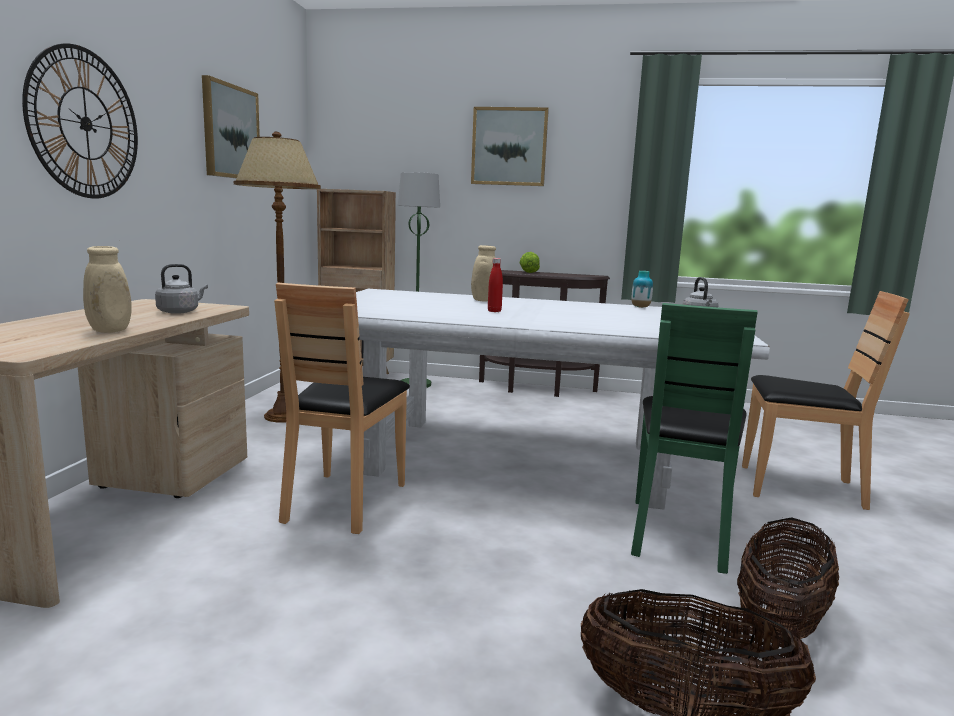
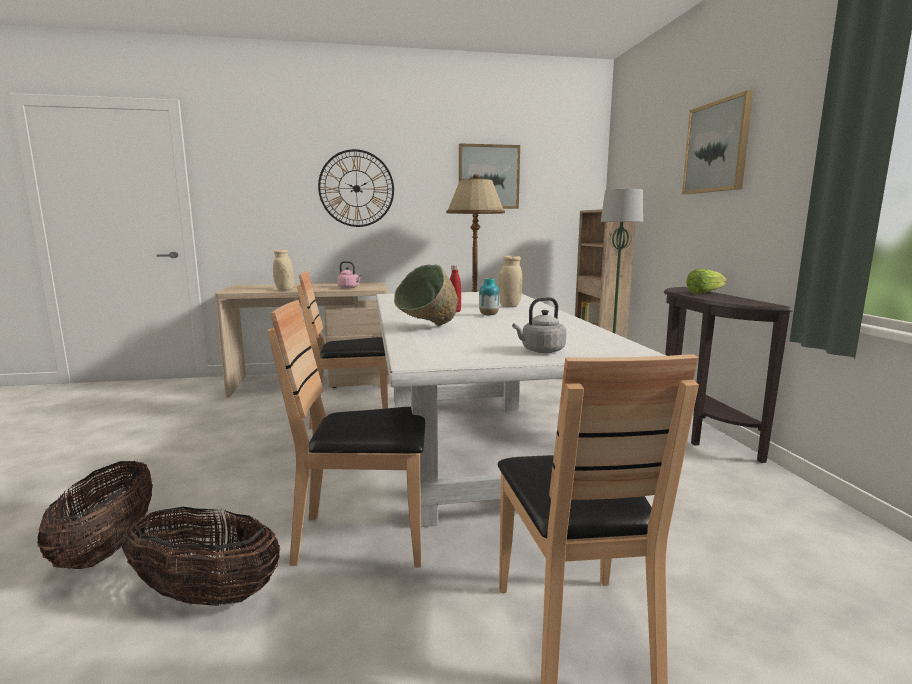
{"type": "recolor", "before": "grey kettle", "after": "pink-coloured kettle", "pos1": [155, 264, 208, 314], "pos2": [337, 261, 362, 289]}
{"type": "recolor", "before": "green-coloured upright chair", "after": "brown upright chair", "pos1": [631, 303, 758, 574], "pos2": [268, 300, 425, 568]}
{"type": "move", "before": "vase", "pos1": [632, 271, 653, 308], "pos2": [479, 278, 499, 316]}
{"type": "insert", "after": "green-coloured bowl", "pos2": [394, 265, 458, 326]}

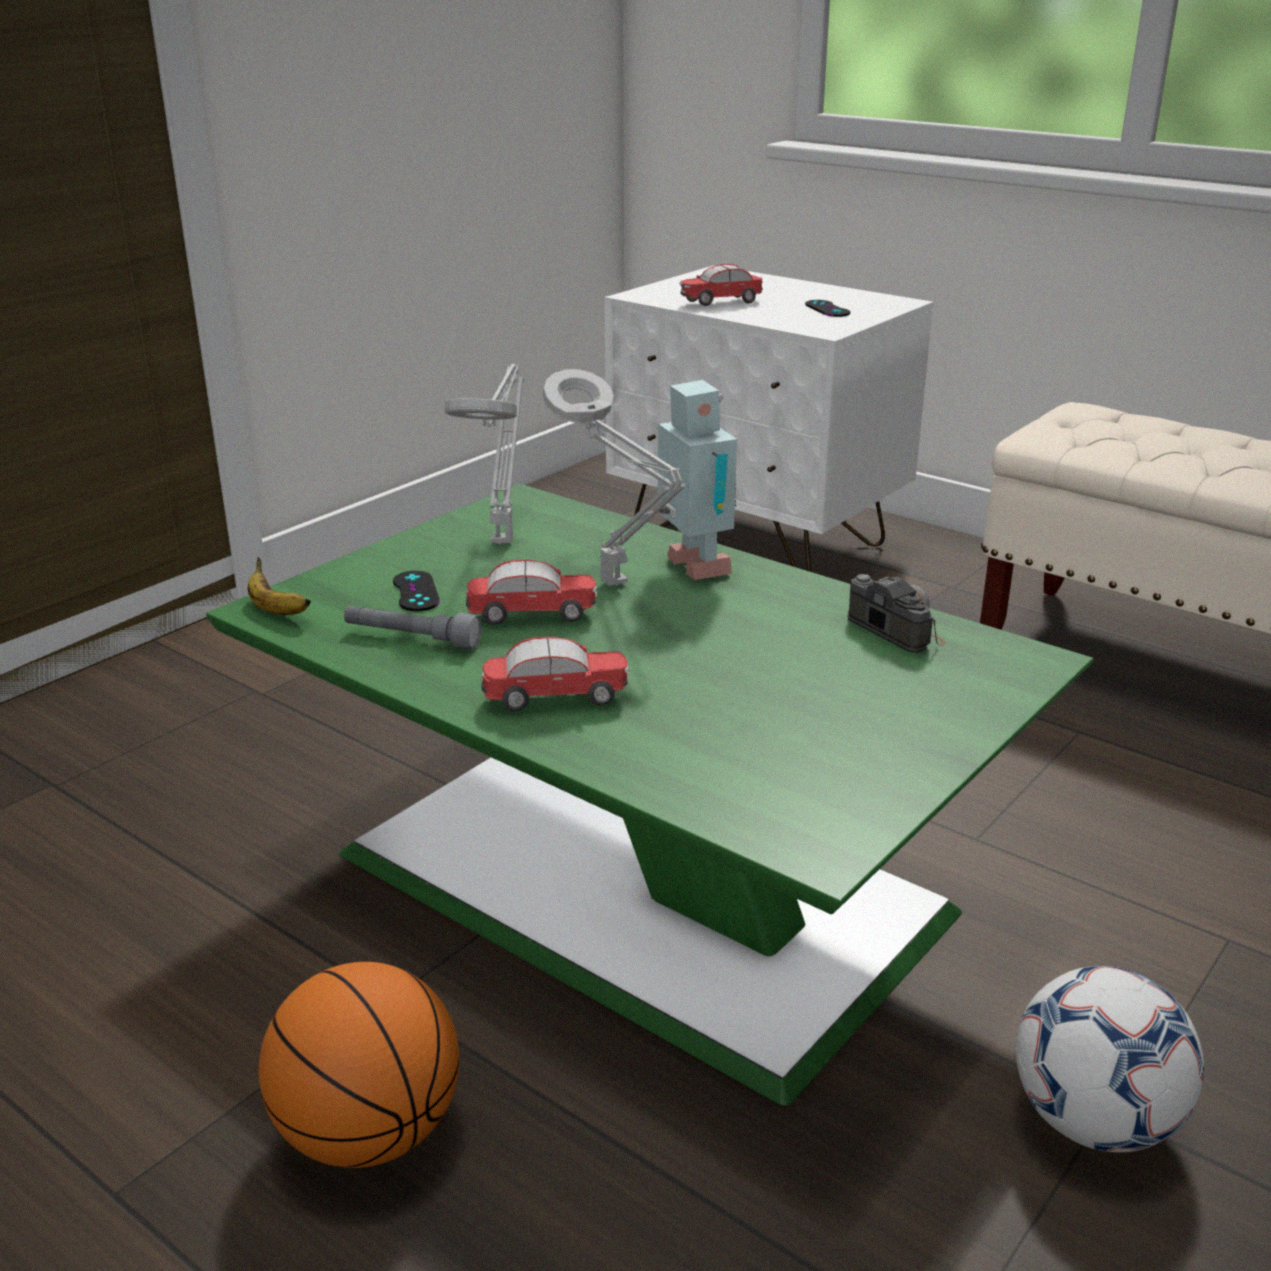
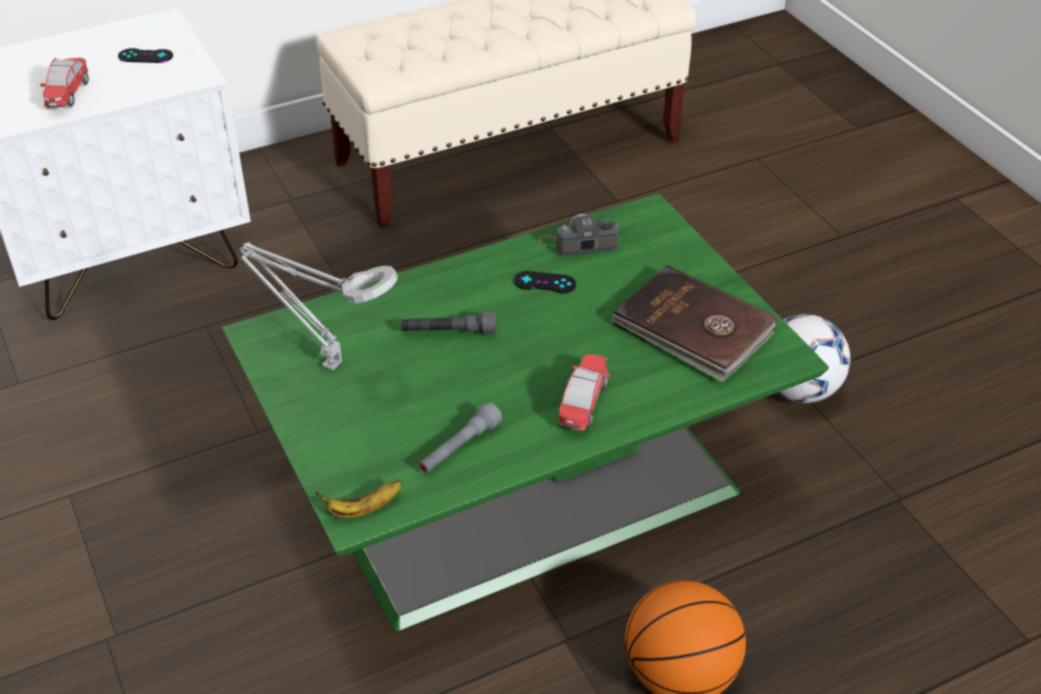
{"type": "move", "before": "black-coloured game controller", "pos1": [393, 571, 440, 611], "pos2": [514, 271, 576, 294]}
{"type": "delete", "before": "model car", "pos1": [466, 560, 597, 625]}
{"type": "replace", "before": "grey tabletop lamp", "after": "grey flashlight", "pos1": [542, 369, 685, 586], "pos2": [401, 311, 495, 334]}
{"type": "delete", "before": "robot figure", "pos1": [658, 380, 737, 580]}
{"type": "insert", "after": "brown bound book", "pos2": [611, 265, 777, 382]}

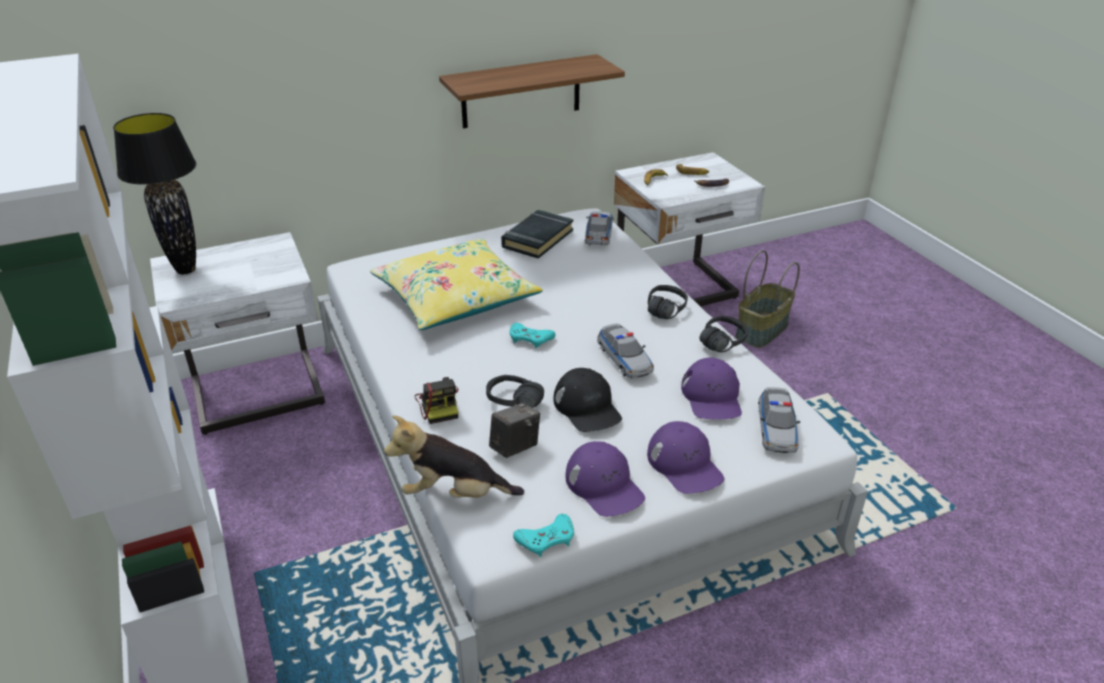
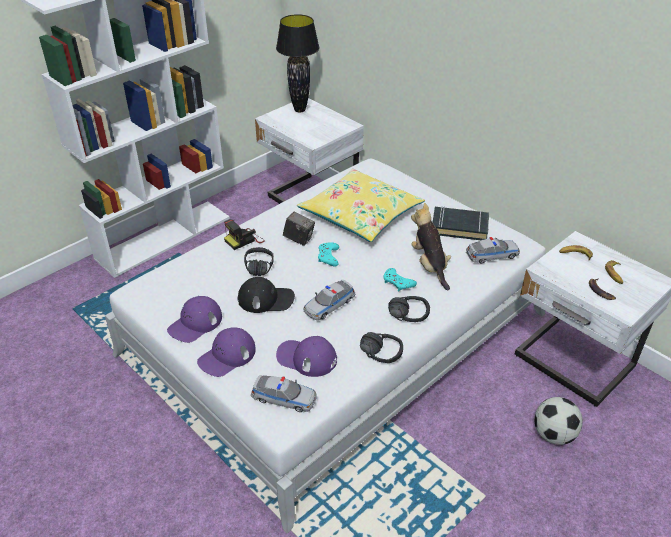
{"type": "move", "before": "cuddly toy", "pos1": [384, 415, 524, 498], "pos2": [411, 203, 451, 291]}
{"type": "delete", "before": "shelf", "pos1": [439, 54, 625, 129]}
{"type": "move", "before": "still camera", "pos1": [489, 403, 540, 458], "pos2": [283, 212, 315, 246]}
{"type": "move", "before": "turquoise game controller", "pos1": [513, 514, 574, 557], "pos2": [383, 268, 417, 291]}
{"type": "rotate", "before": "black-coloured baseball cap", "pos1": [554, 368, 622, 432], "pos2": [238, 276, 295, 313], "turn": -135}
{"type": "rotate", "before": "purple baseball cap", "pos1": [681, 357, 742, 419], "pos2": [276, 336, 337, 377], "turn": 45}
{"type": "replace", "before": "household basket", "after": "ball for football", "pos1": [736, 250, 800, 348], "pos2": [534, 397, 583, 445]}
{"type": "rotate", "before": "model car", "pos1": [758, 387, 800, 453], "pos2": [251, 375, 317, 412], "turn": -150}

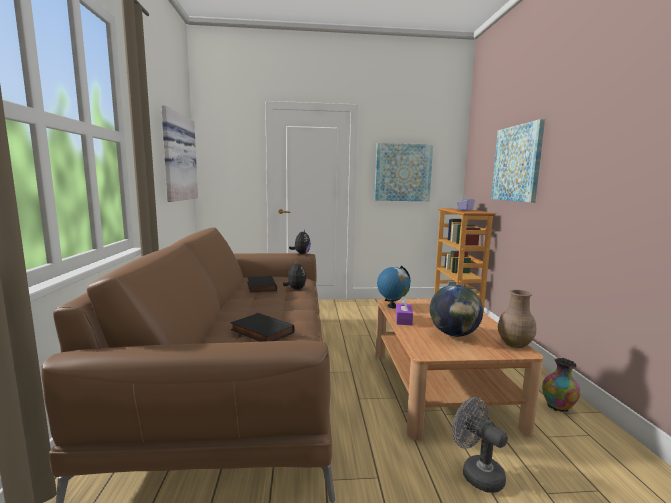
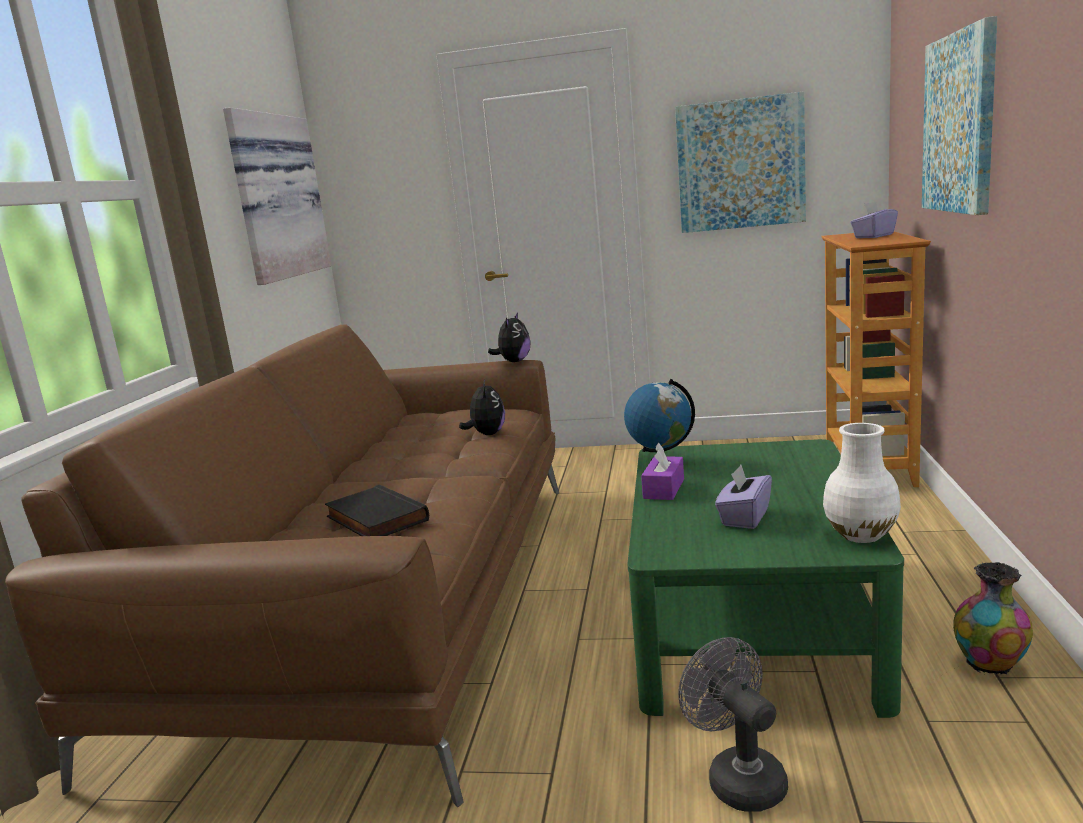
{"type": "delete", "before": "black-coloured bound book", "pos1": [247, 275, 277, 293]}
{"type": "recolor", "before": "brown low table", "after": "green-coloured low table", "pos1": [376, 299, 544, 440], "pos2": [627, 439, 904, 718]}
{"type": "replace", "before": "desk globe", "after": "purple box of tissues", "pos1": [430, 285, 483, 337], "pos2": [715, 465, 772, 529]}
{"type": "recolor", "before": "brown vase", "after": "white vase", "pos1": [498, 290, 536, 348], "pos2": [823, 423, 901, 543]}

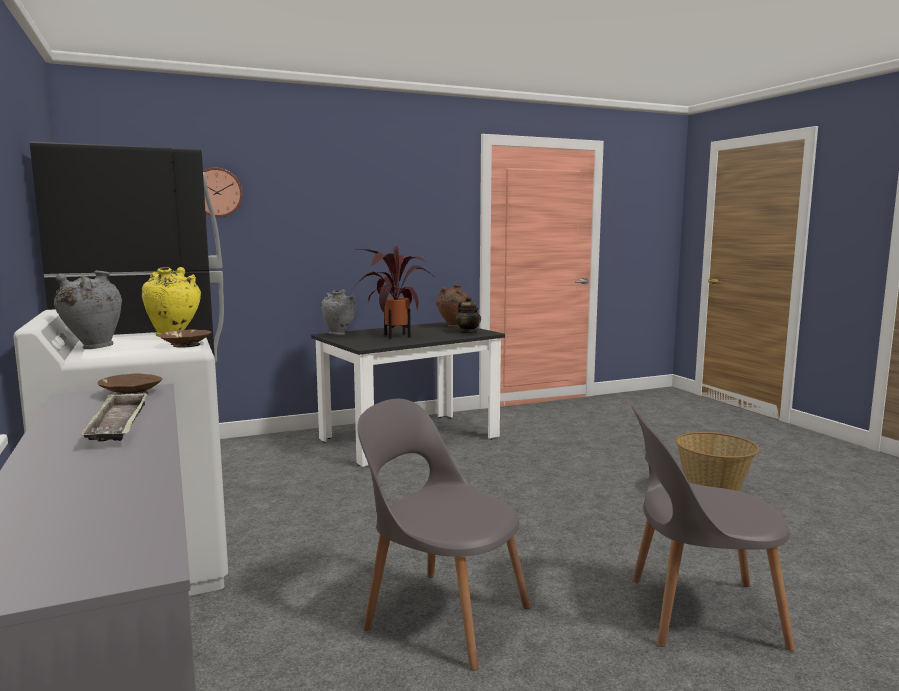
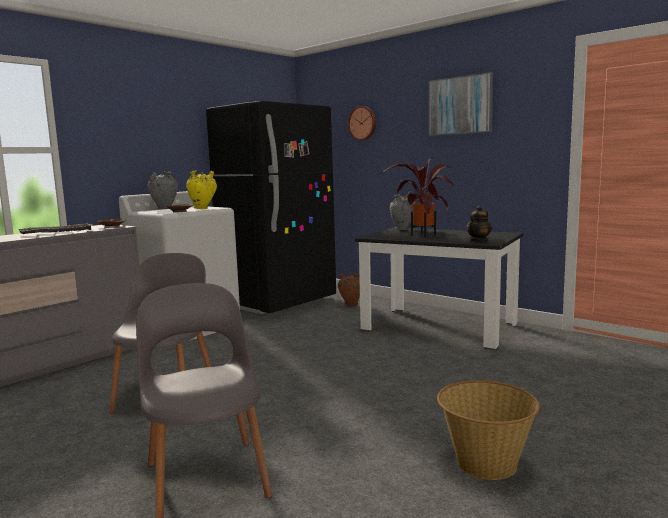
{"type": "move", "before": "brown vase", "pos1": [436, 285, 467, 327], "pos2": [338, 273, 360, 306]}
{"type": "insert", "after": "picture", "pos2": [429, 72, 493, 136]}

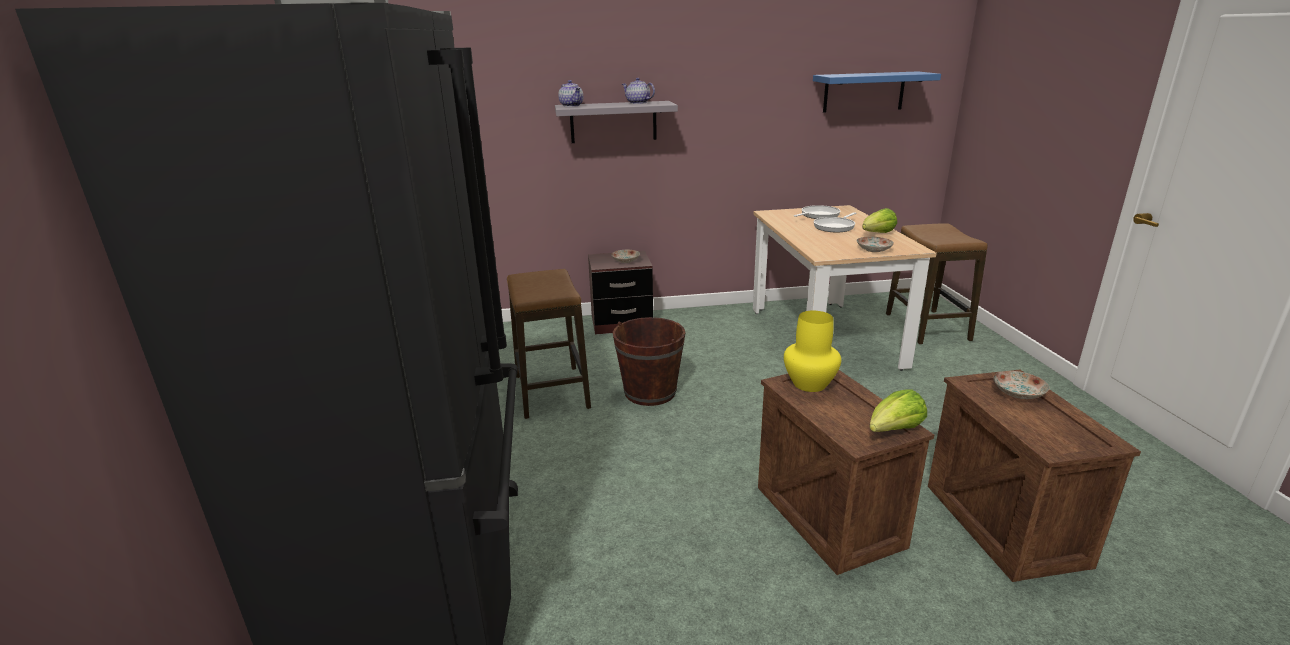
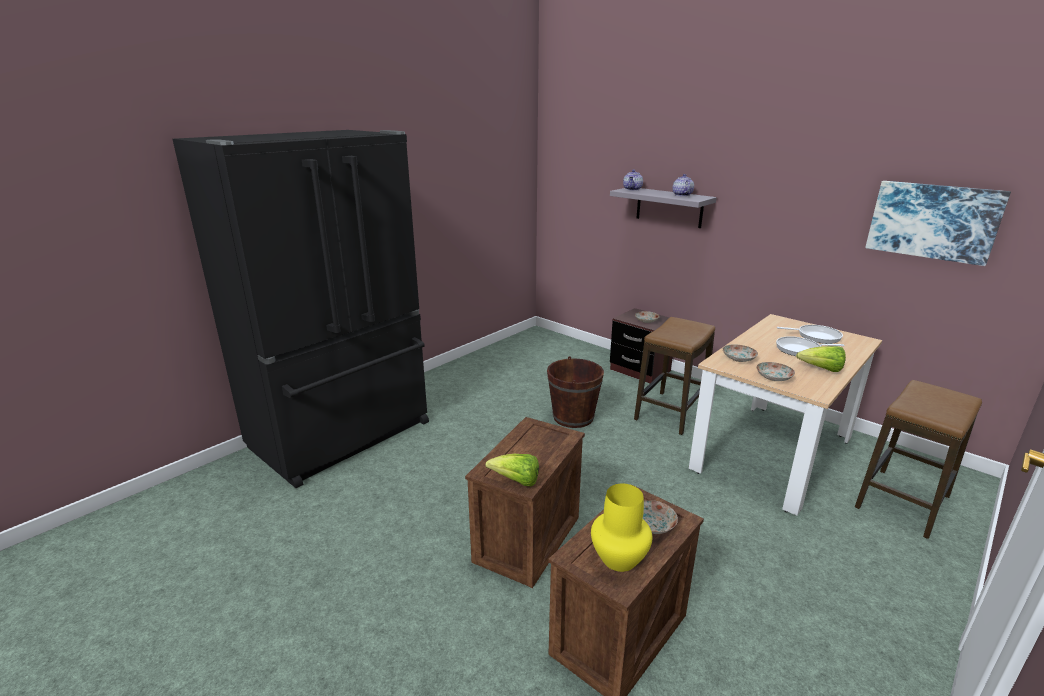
{"type": "move", "before": "stool", "pos1": [507, 269, 591, 419], "pos2": [634, 317, 715, 435]}
{"type": "move", "before": "yellow-coloured vase", "pos1": [784, 311, 841, 392], "pos2": [591, 483, 652, 572]}
{"type": "replace", "before": "bluish shelf", "after": "picture", "pos1": [813, 71, 941, 113], "pos2": [865, 181, 1011, 266]}
{"type": "insert", "after": "dinner plate", "pos2": [723, 344, 758, 362]}

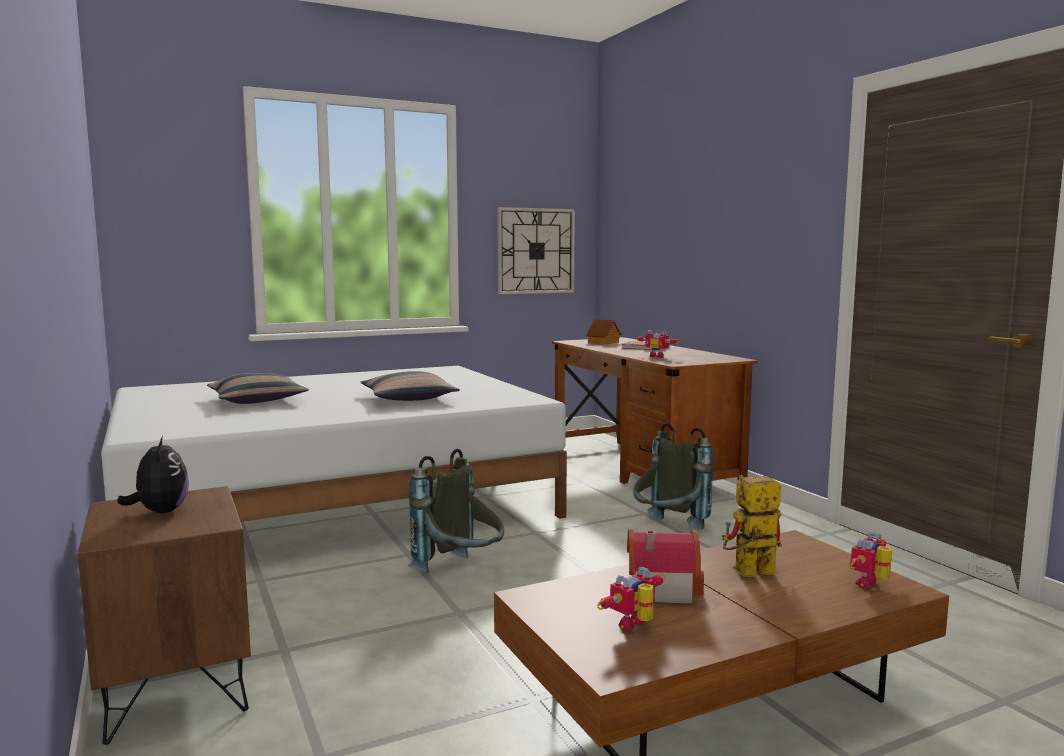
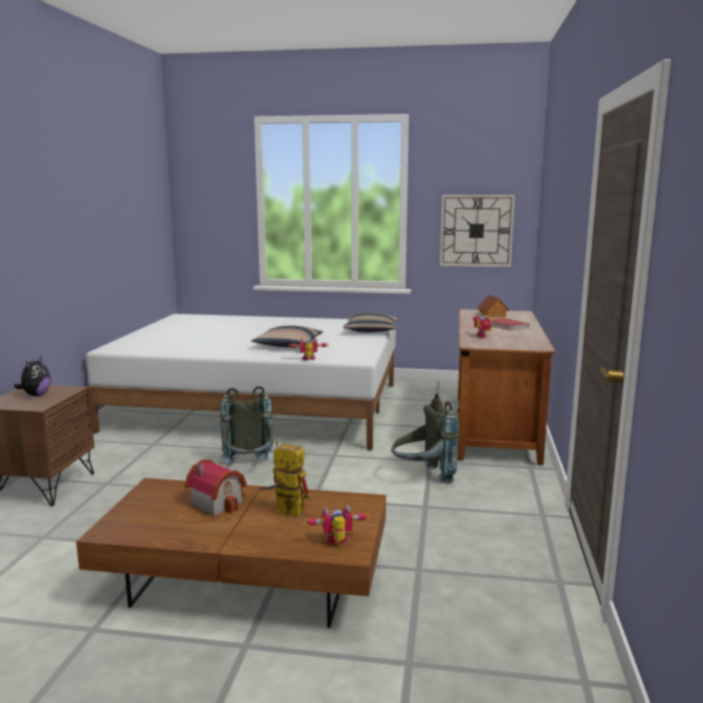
{"type": "move", "before": "pillow", "pos1": [207, 373, 309, 404], "pos2": [343, 313, 398, 332]}
{"type": "move", "before": "robot figure", "pos1": [597, 567, 665, 630], "pos2": [288, 337, 329, 360]}

